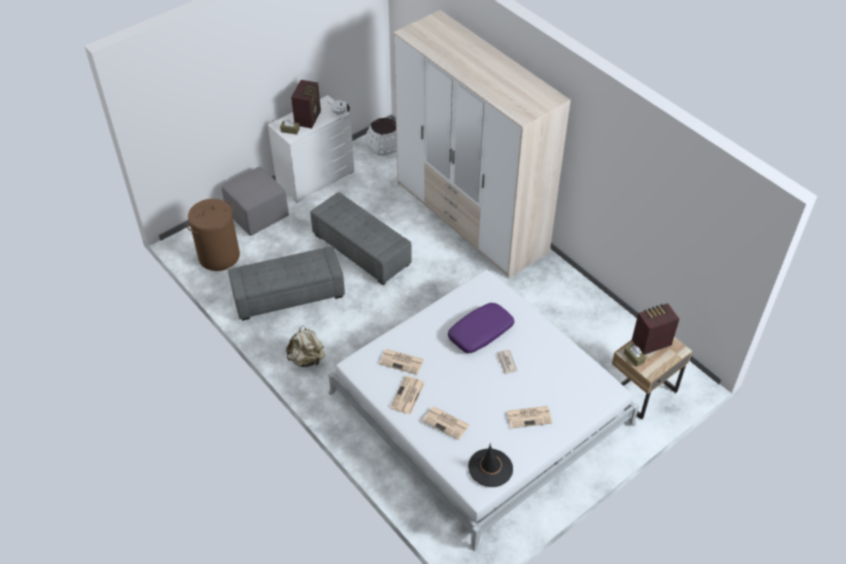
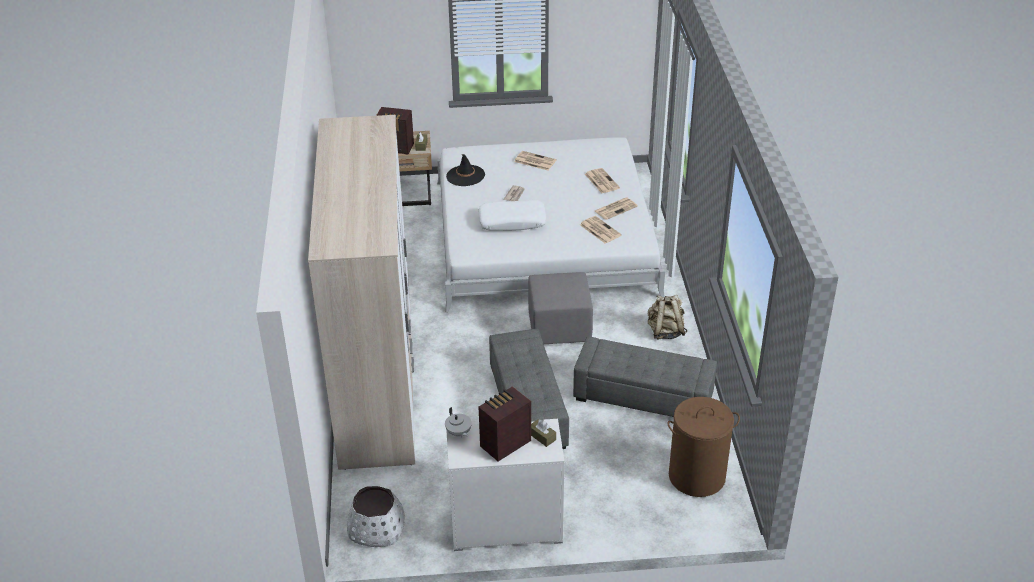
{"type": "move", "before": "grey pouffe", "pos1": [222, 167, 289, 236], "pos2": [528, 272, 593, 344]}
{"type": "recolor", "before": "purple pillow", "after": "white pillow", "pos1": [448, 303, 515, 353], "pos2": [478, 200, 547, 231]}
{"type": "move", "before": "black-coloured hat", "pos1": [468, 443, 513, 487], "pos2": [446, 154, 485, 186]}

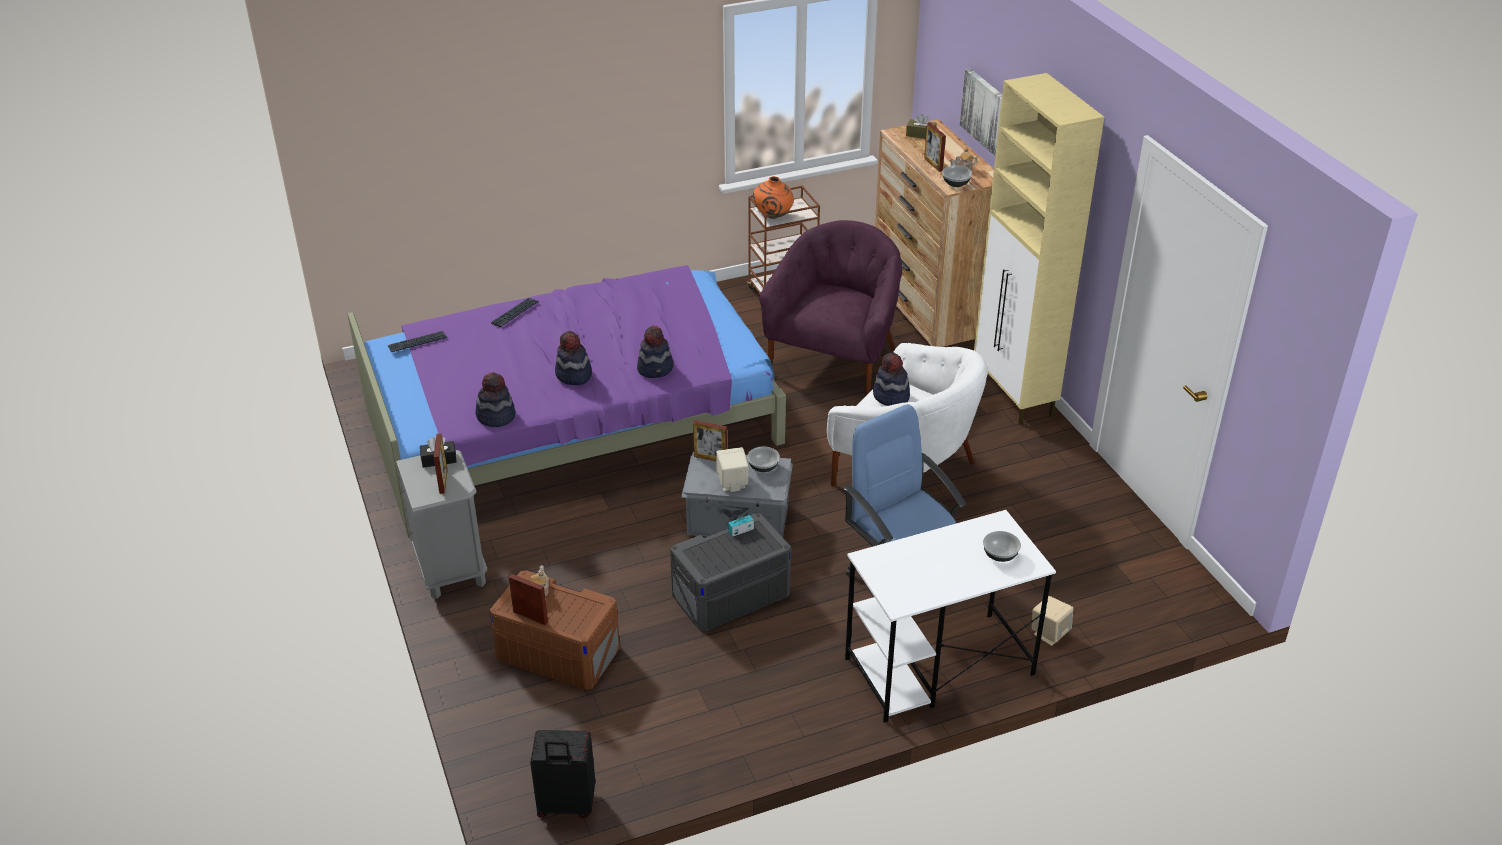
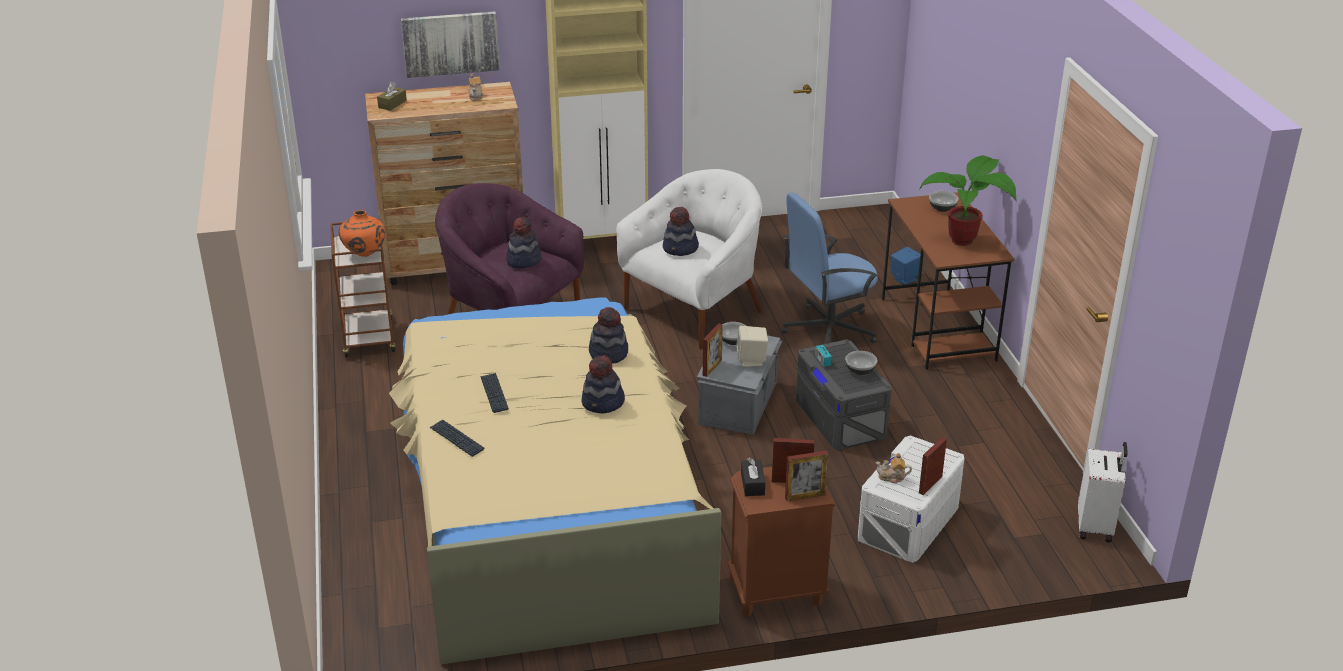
{"type": "recolor", "before": "purple sleeping bed", "after": "beige sleeping bed", "pos1": [347, 265, 786, 538], "pos2": [389, 297, 721, 664]}
{"type": "move", "before": "keyboard", "pos1": [388, 331, 447, 352], "pos2": [480, 373, 509, 413]}
{"type": "recolor", "before": "grey bedside table", "after": "brown bedside table", "pos1": [396, 450, 487, 599], "pos2": [728, 467, 836, 617]}
{"type": "move", "before": "hat", "pos1": [475, 372, 515, 427], "pos2": [506, 217, 541, 268]}
{"type": "recolor", "before": "brown storage container", "after": "white storage container", "pos1": [489, 571, 620, 690], "pos2": [858, 435, 965, 563]}
{"type": "recolor", "before": "black-coloured piece of luggage", "after": "white piece of luggage", "pos1": [530, 730, 595, 818], "pos2": [1078, 442, 1128, 543]}
{"type": "recolor", "before": "white desk", "after": "brown desk", "pos1": [845, 510, 1056, 723], "pos2": [882, 192, 1015, 370]}
{"type": "move", "before": "picture frame", "pos1": [924, 123, 946, 172], "pos2": [785, 451, 828, 501]}
{"type": "move", "before": "bowl", "pos1": [942, 166, 972, 187], "pos2": [845, 351, 877, 375]}
{"type": "recolor", "before": "beige speaker", "after": "bluish speaker", "pos1": [1032, 596, 1073, 646], "pos2": [890, 247, 922, 284]}
{"type": "insert", "after": "potted plant", "pos2": [920, 156, 1017, 246]}

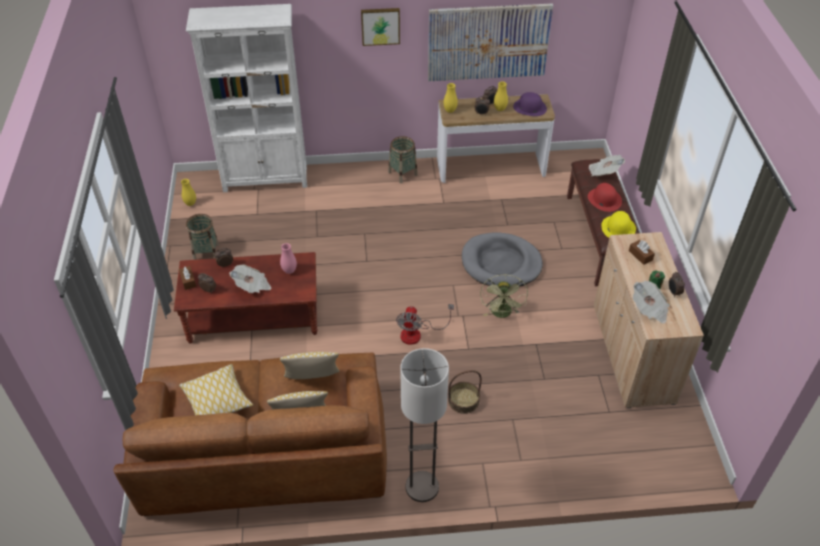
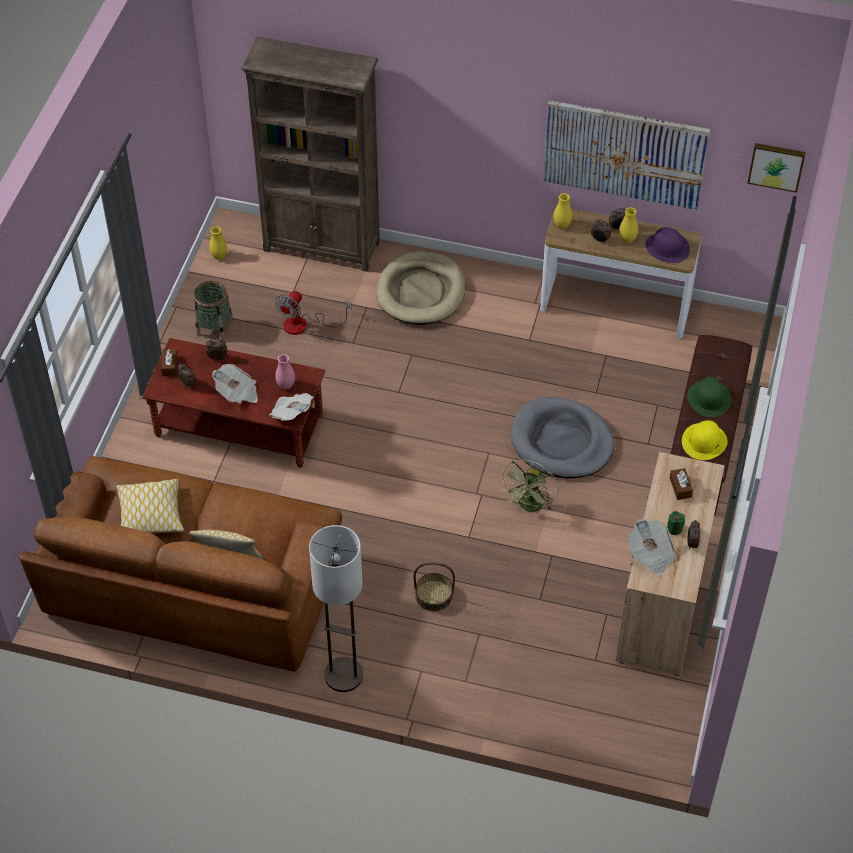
{"type": "recolor", "before": "white bookcase", "after": "brown bookcase", "pos1": [186, 4, 307, 192], "pos2": [241, 36, 380, 272]}
{"type": "delete", "before": "pillow", "pos1": [280, 352, 339, 379]}
{"type": "move", "before": "picture", "pos1": [361, 8, 400, 46], "pos2": [747, 143, 806, 193]}
{"type": "delete", "before": "household basket", "pos1": [388, 136, 418, 183]}
{"type": "move", "before": "fan", "pos1": [396, 304, 454, 345], "pos2": [275, 291, 351, 335]}
{"type": "recolor", "before": "red hat", "after": "green-coloured hat", "pos1": [588, 183, 622, 212], "pos2": [688, 377, 732, 417]}
{"type": "move", "before": "printed paper", "pos1": [589, 155, 625, 176], "pos2": [269, 393, 313, 421]}
{"type": "insert", "after": "beige dog bed", "pos2": [376, 251, 465, 325]}

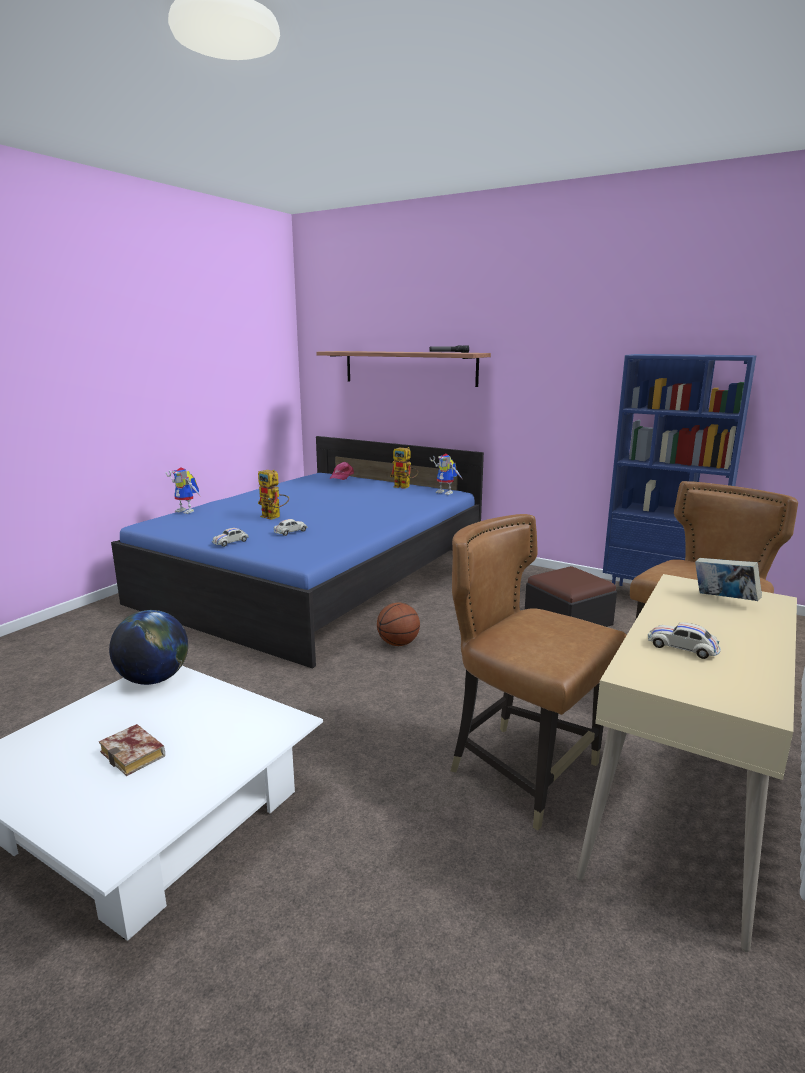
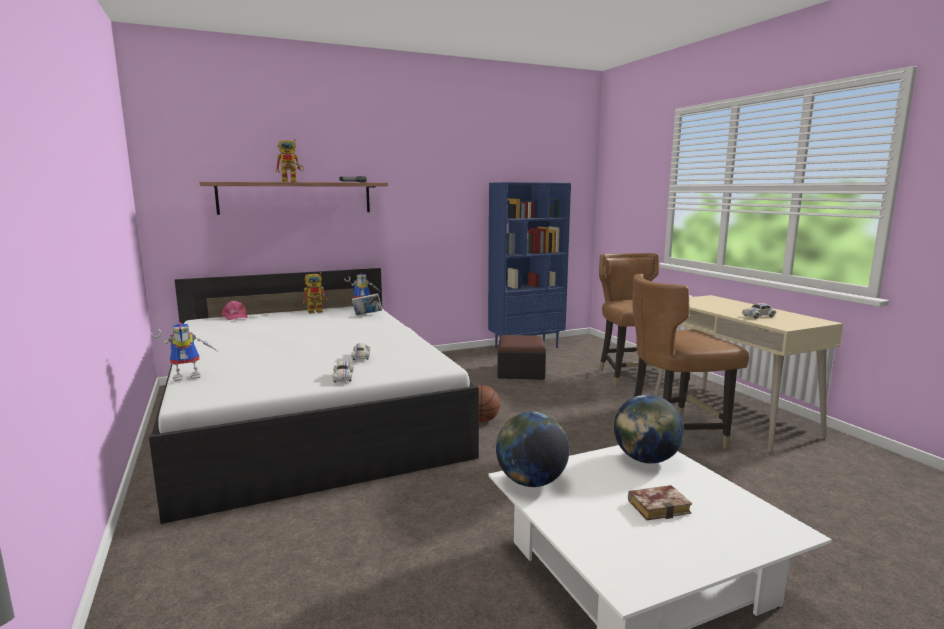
{"type": "recolor", "before": "bluish sleeping bed", "after": "white sleeping bed", "pos1": [111, 436, 484, 669], "pos2": [149, 268, 479, 524]}
{"type": "move", "before": "robot figure", "pos1": [258, 470, 289, 520], "pos2": [276, 139, 304, 182]}
{"type": "move", "before": "bound book", "pos1": [695, 558, 762, 601], "pos2": [352, 293, 382, 315]}
{"type": "insert", "after": "desk globe", "pos2": [614, 395, 684, 464]}

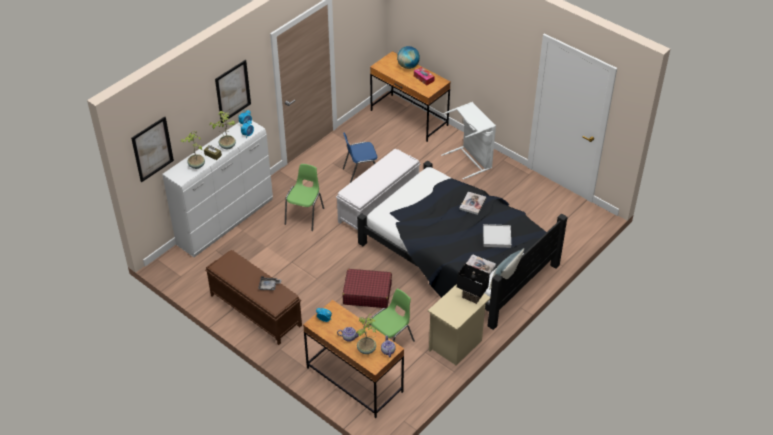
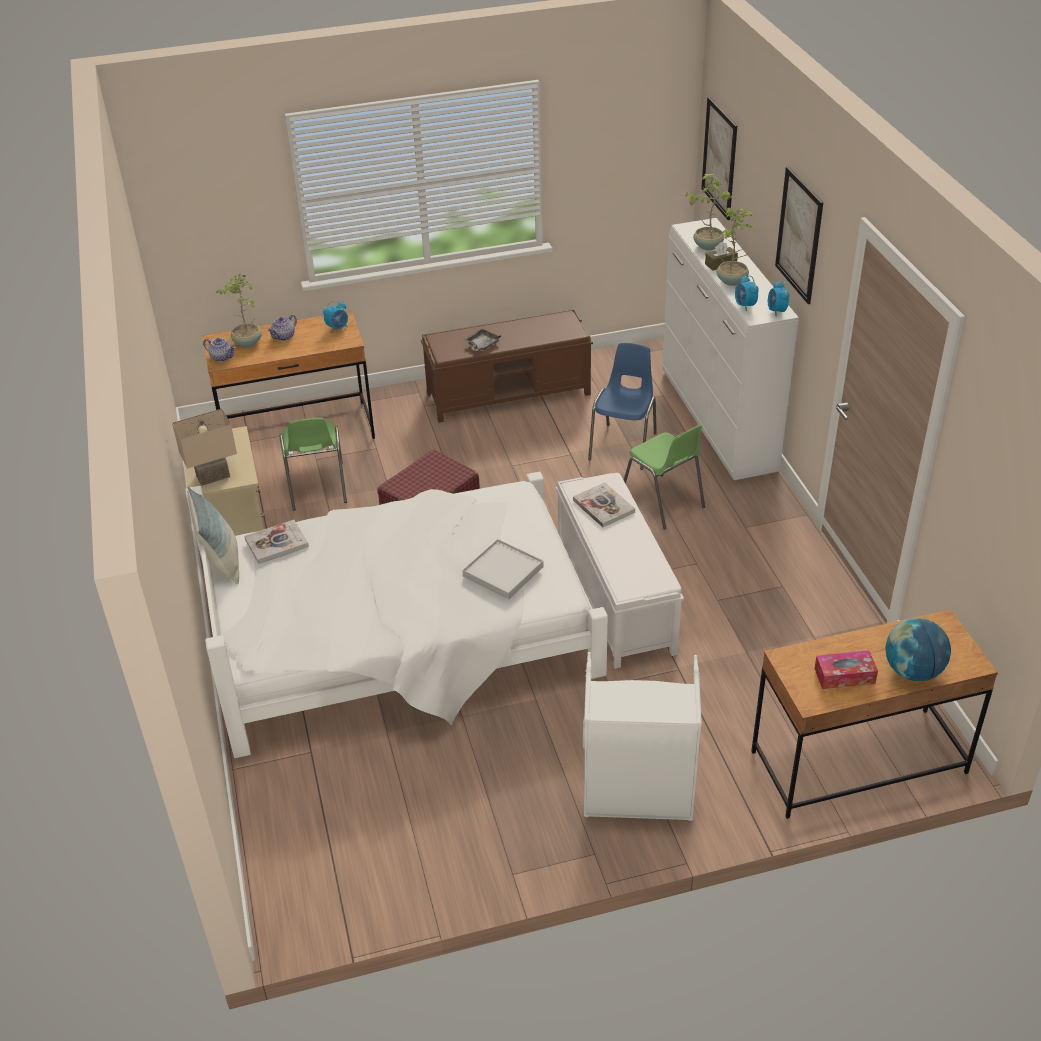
{"type": "move", "before": "bluish upright chair", "pos1": [343, 133, 377, 184], "pos2": [588, 343, 657, 470]}
{"type": "recolor", "before": "black-coloured sleeping bed", "after": "white sleeping bed", "pos1": [357, 161, 567, 330], "pos2": [185, 472, 608, 758]}
{"type": "recolor", "before": "black-coloured tabletop lamp", "after": "beige tabletop lamp", "pos1": [457, 264, 490, 304], "pos2": [172, 409, 237, 486]}
{"type": "move", "before": "bound book", "pos1": [459, 192, 486, 215], "pos2": [573, 483, 635, 527]}
{"type": "move", "before": "white carrying tray", "pos1": [483, 224, 511, 248], "pos2": [462, 539, 543, 599]}

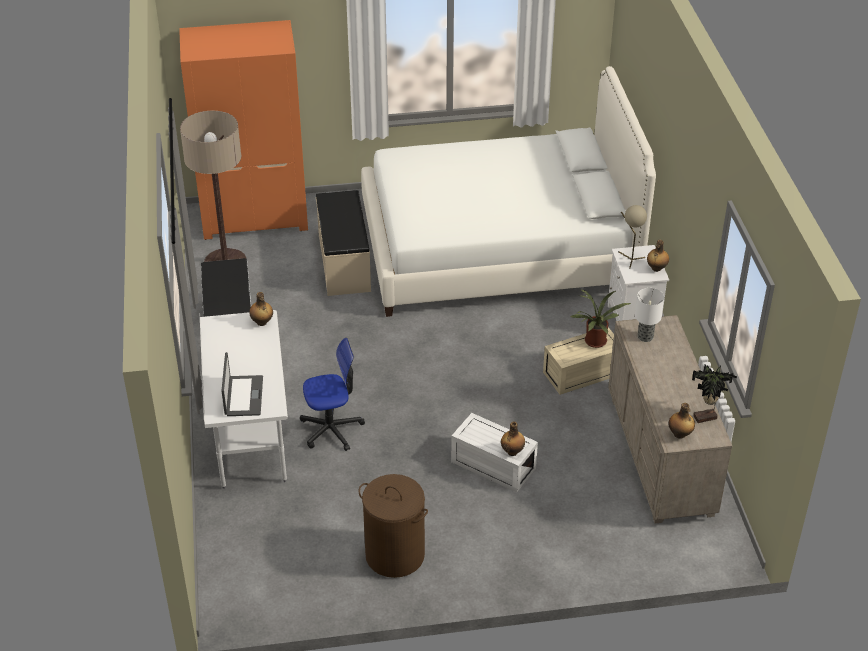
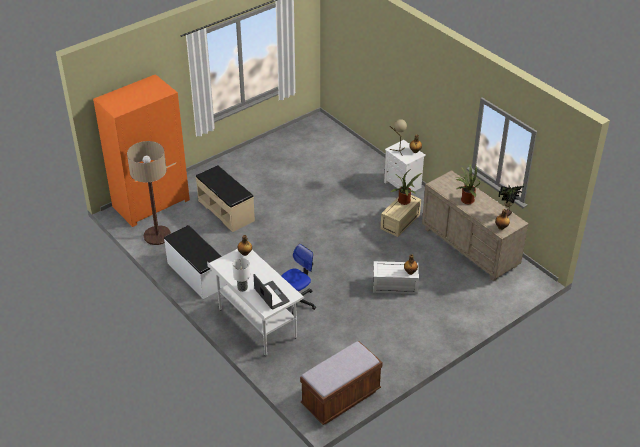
{"type": "delete", "before": "brown hamper", "pos1": [359, 474, 428, 578]}
{"type": "delete", "before": "white sleeping bed", "pos1": [361, 66, 656, 317]}
{"type": "move", "before": "tabletop lamp", "pos1": [635, 288, 664, 342], "pos2": [232, 258, 250, 292]}
{"type": "insert", "after": "brown long seat", "pos2": [300, 341, 383, 425]}
{"type": "insert", "after": "potted plant", "pos2": [456, 164, 480, 204]}

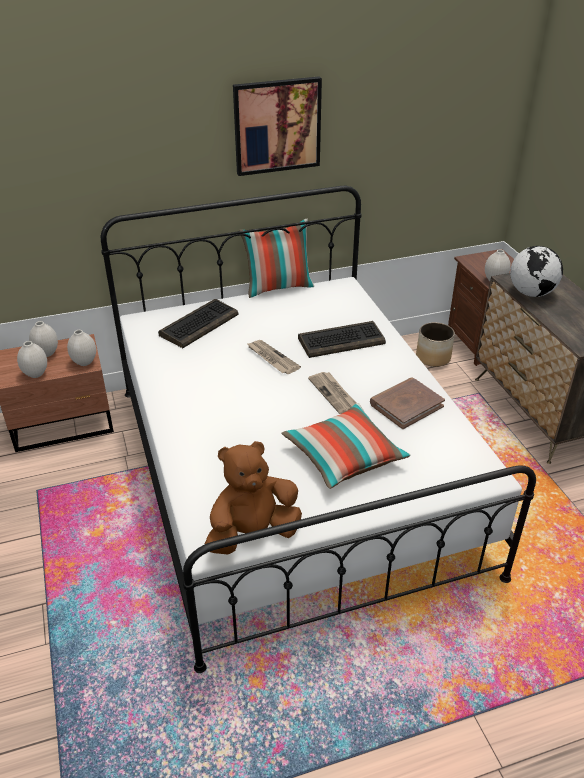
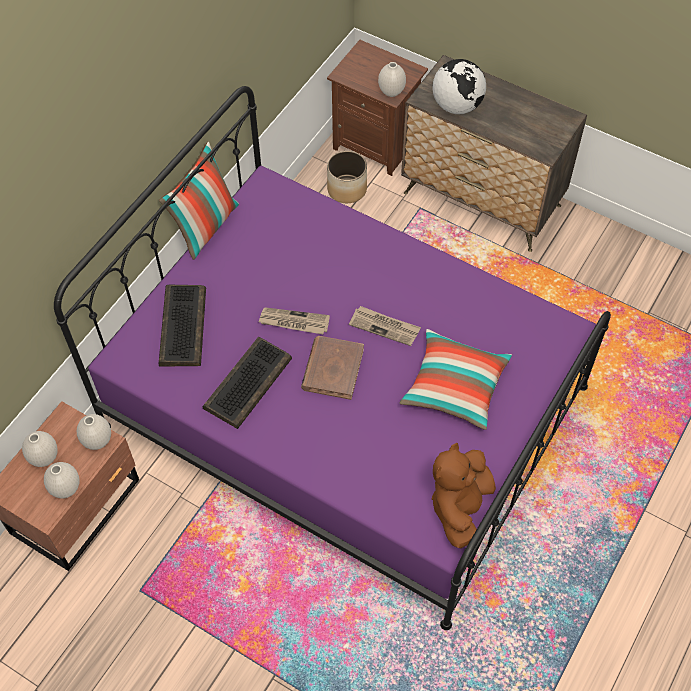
{"type": "recolor", "before": "white sleeping bed", "after": "purple sleeping bed", "pos1": [101, 186, 536, 673], "pos2": [54, 86, 611, 630]}
{"type": "delete", "before": "picture", "pos1": [233, 76, 322, 176]}
{"type": "move", "before": "keyboard", "pos1": [298, 321, 386, 358], "pos2": [202, 337, 292, 429]}
{"type": "move", "before": "brown bound book", "pos1": [370, 378, 445, 429], "pos2": [301, 336, 364, 400]}

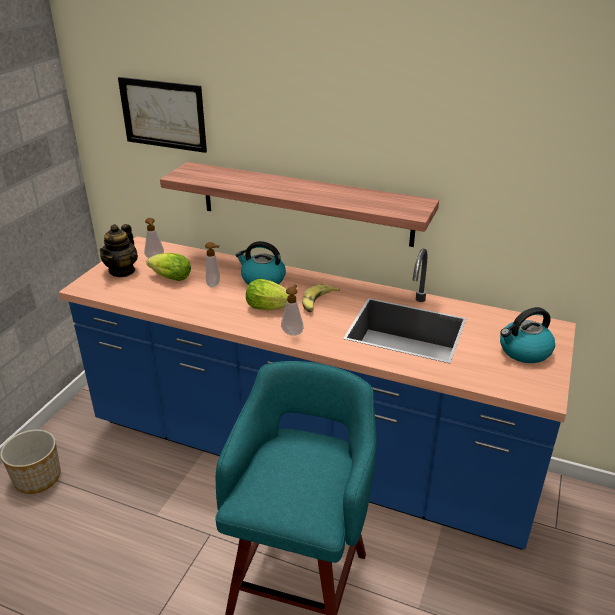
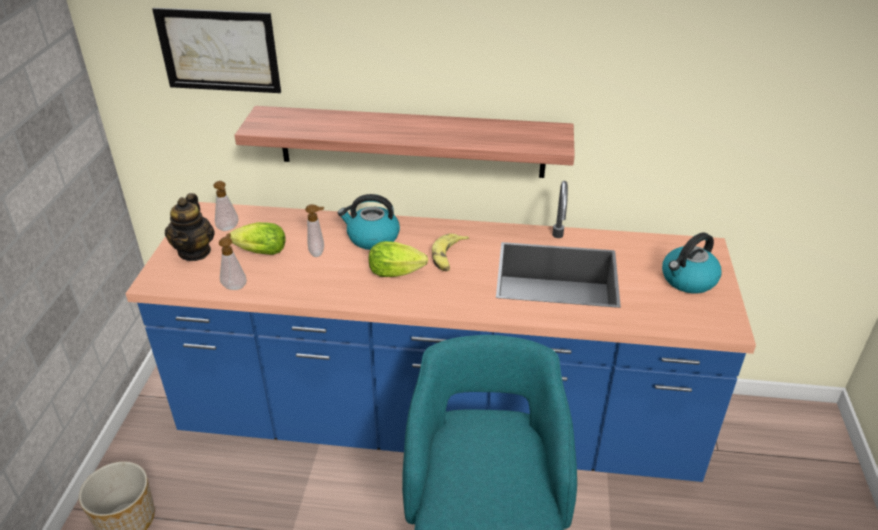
{"type": "move", "before": "soap bottle", "pos1": [281, 285, 303, 336], "pos2": [219, 234, 247, 290]}

